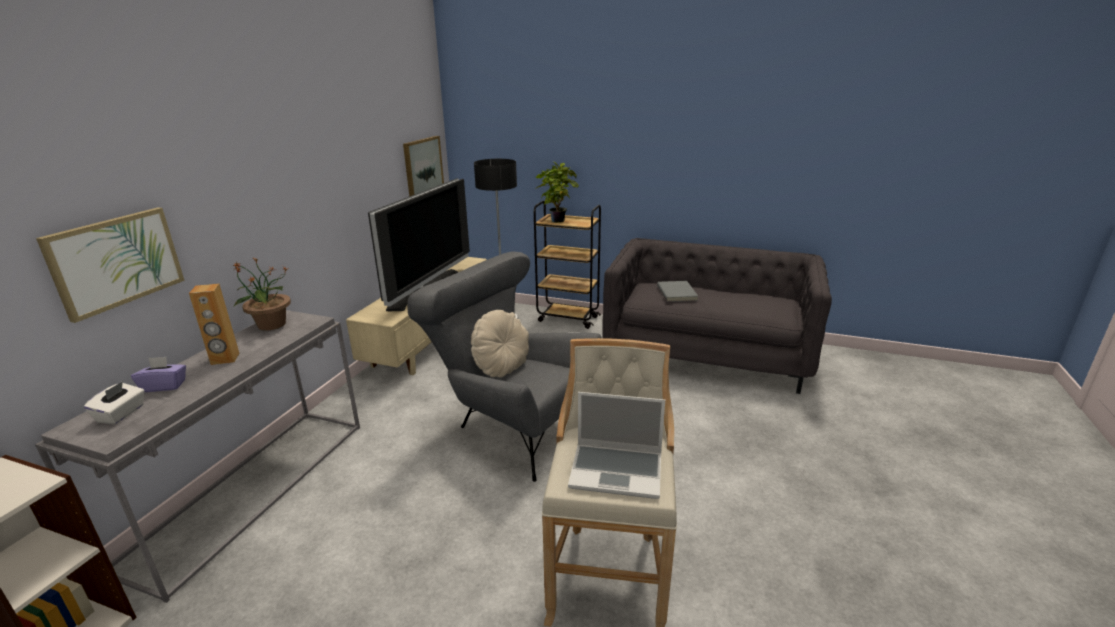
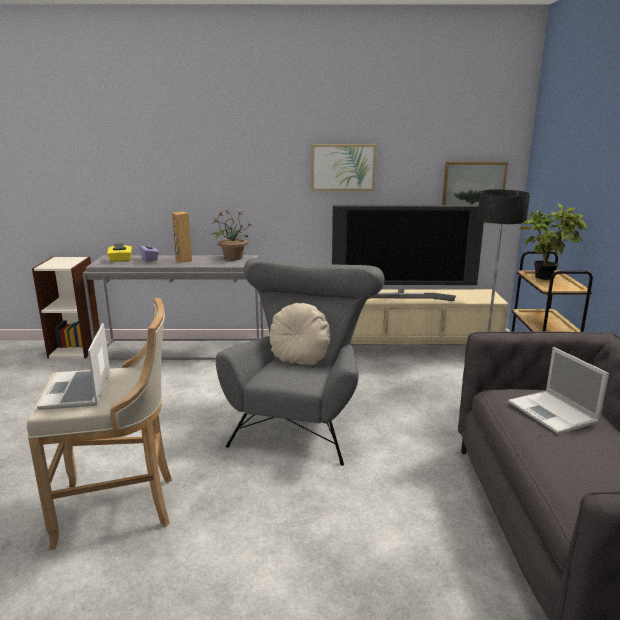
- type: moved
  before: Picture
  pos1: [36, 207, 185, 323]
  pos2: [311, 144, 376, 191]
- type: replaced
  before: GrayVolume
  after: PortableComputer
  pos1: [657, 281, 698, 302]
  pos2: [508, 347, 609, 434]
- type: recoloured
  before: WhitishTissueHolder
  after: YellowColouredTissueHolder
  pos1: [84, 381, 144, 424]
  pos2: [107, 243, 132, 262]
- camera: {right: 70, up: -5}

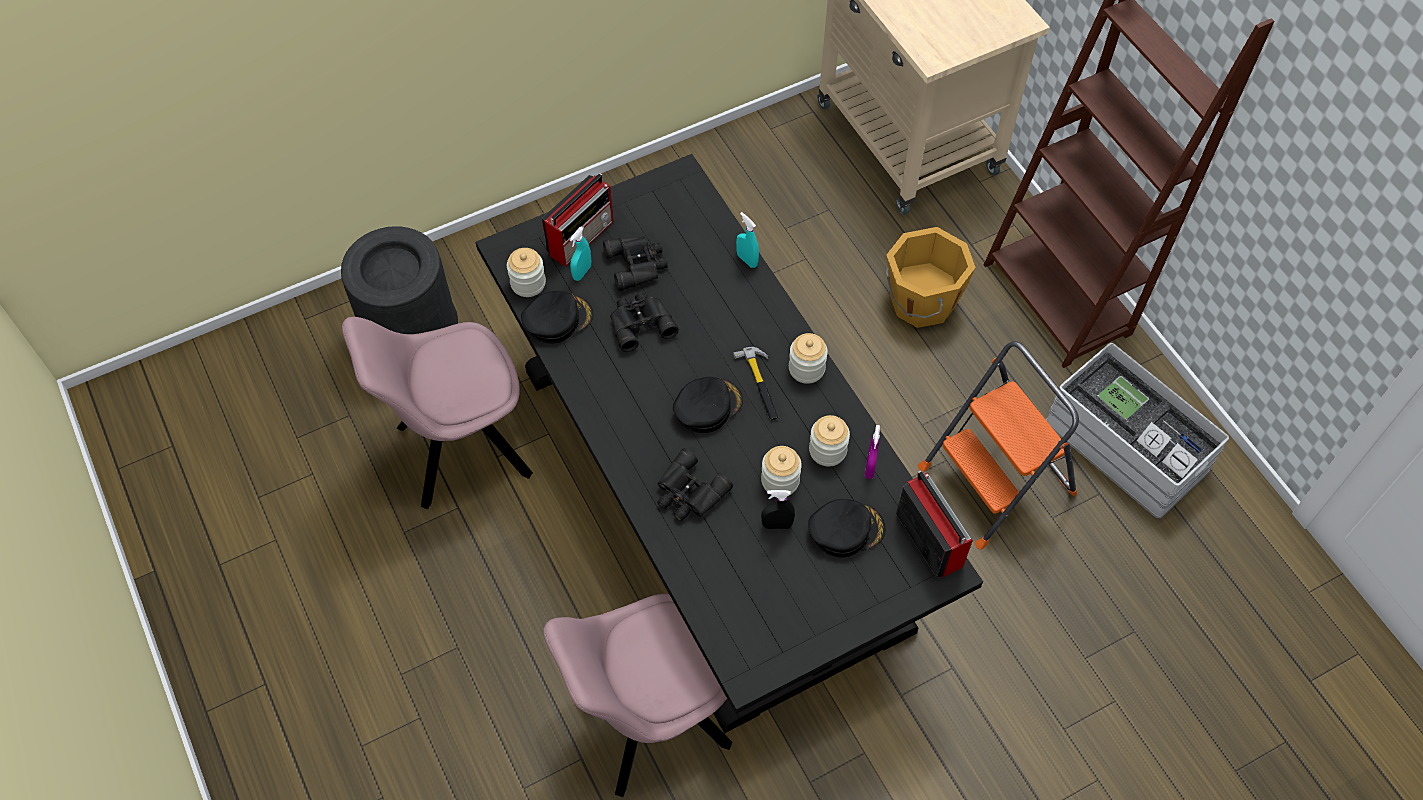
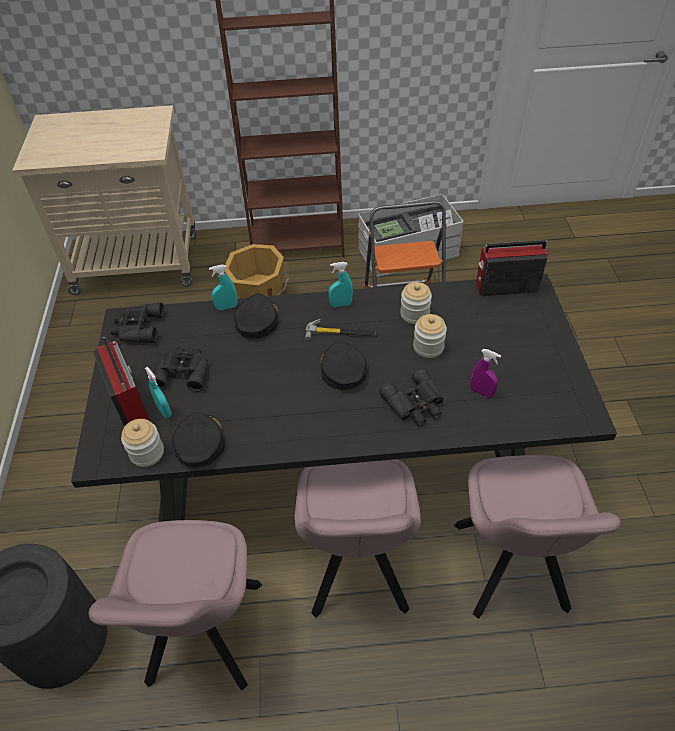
- type: removed
  before: BlackHandSprayer
  pos1: [761, 490, 795, 529]
- type: added
  after: PinkPlainChair
  pos2: [295, 459, 421, 618]
- type: moved
  before: BlackBinoculars
  pos1: [610, 292, 679, 352]
  pos2: [110, 302, 164, 343]
- type: moved
  before: BlackPeakedCap
  pos1: [808, 499, 886, 557]
  pos2: [234, 293, 279, 339]
- type: moved
  before: PurplishHandSprayer
  pos1: [865, 425, 880, 479]
  pos2: [470, 349, 501, 398]
- type: replaced
  before: PreserveJar
  after: TurquoiseColouredHandSprayer
  pos1: [789, 333, 828, 384]
  pos2: [328, 262, 353, 307]
- camera: {right: -65, up: -10}

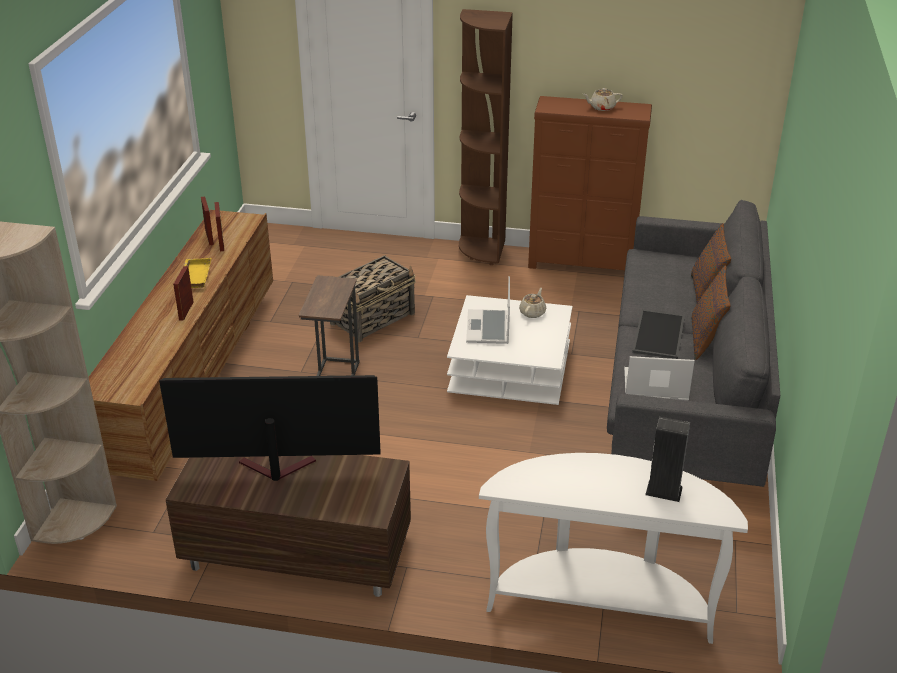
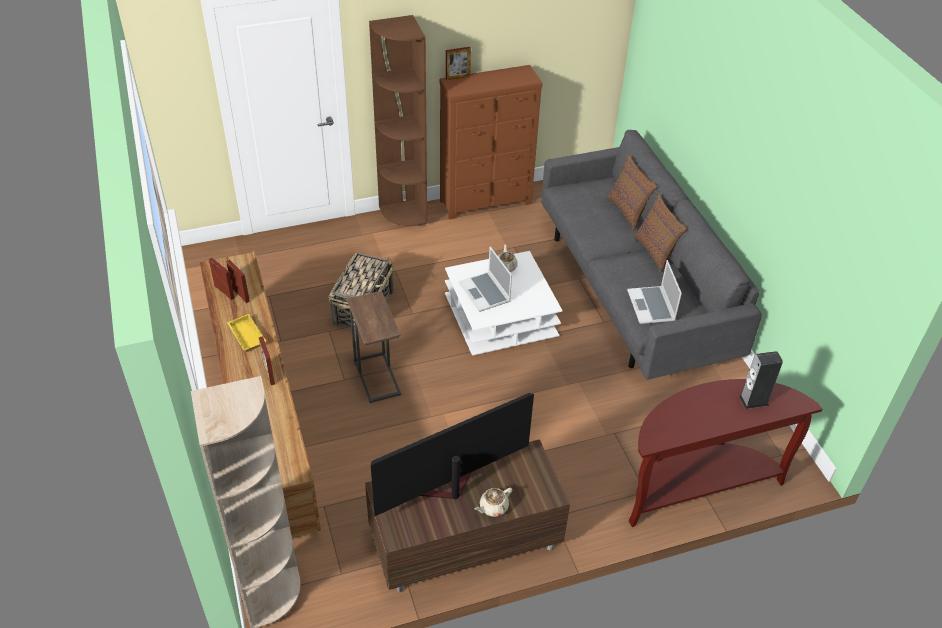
- type: removed
  before: Tray
  pos1: [632, 309, 685, 359]
- type: added
  after: PhotoFrame
  pos2: [446, 47, 471, 80]
- type: moved
  before: BeigeTeapot
  pos1: [583, 88, 623, 111]
  pos2: [475, 487, 512, 517]
- type: recoloured
  before: WhitishNarrowTable
  after: BrownNarrowTable
  pos1: [479, 453, 748, 644]
  pos2: [629, 379, 822, 527]
- type: turned
  before: PortableComputer
  pos1: [624, 356, 695, 401]
  pos2: [627, 260, 682, 324]
  turn: -75
- camera: {right: -30, up: 10}

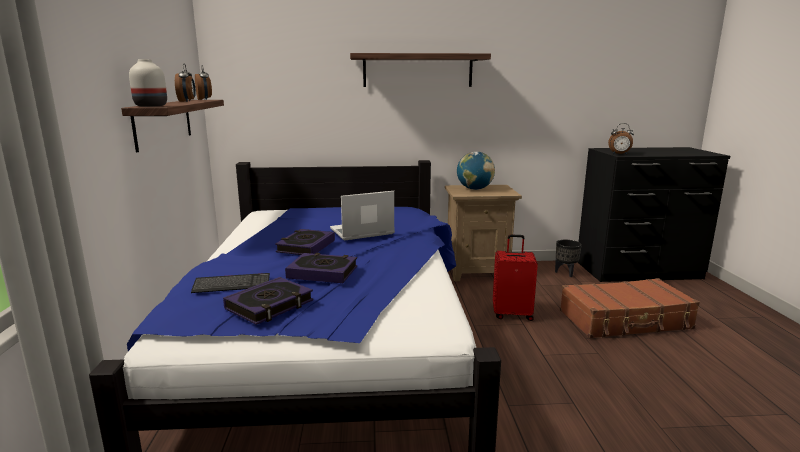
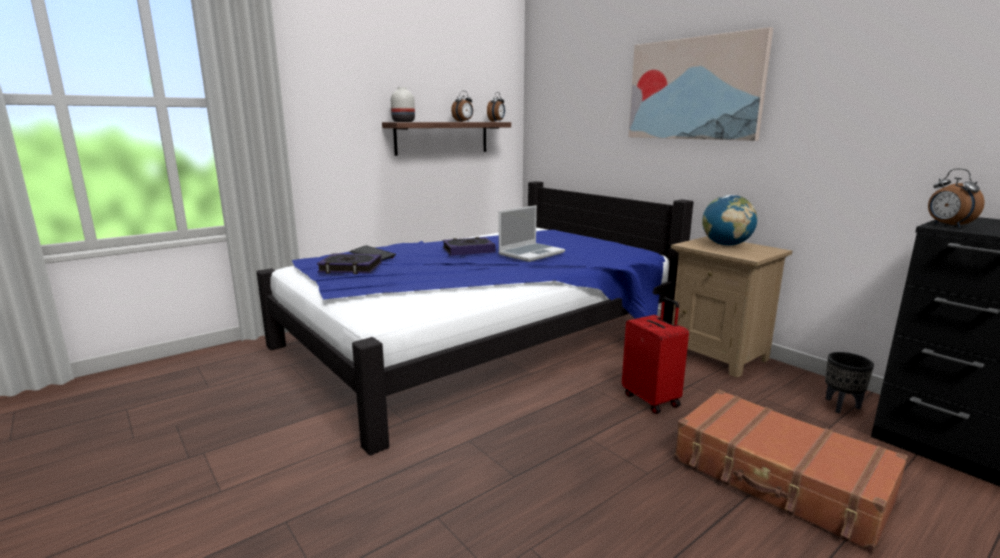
- type: removed
  before: Volume
  pos1: [285, 253, 357, 283]
- type: replaced
  before: BracketShelf
  after: Picture
  pos1: [350, 53, 491, 87]
  pos2: [628, 27, 773, 141]
- type: turned
  before: PortableComputer
  pos1: [330, 191, 395, 241]
  pos2: [498, 205, 565, 262]
  turn: 105
- camera: {right: 55, up: 0}

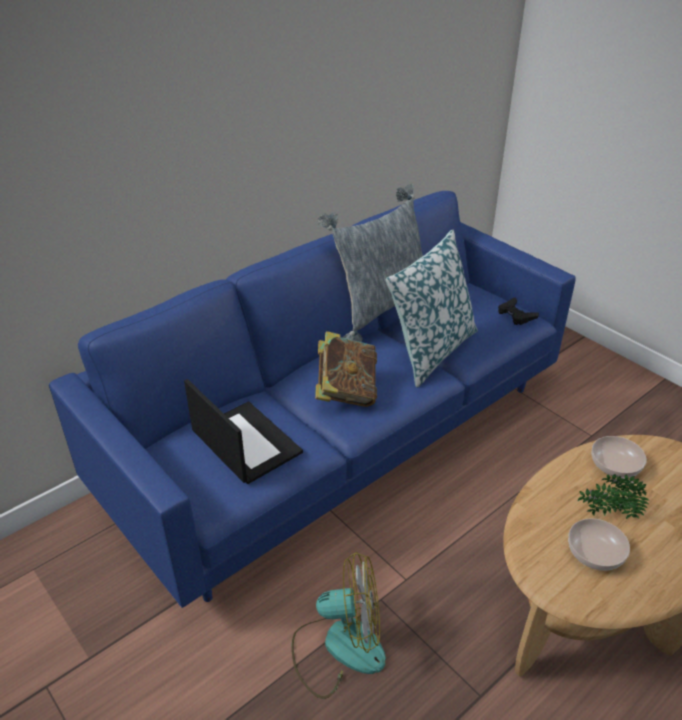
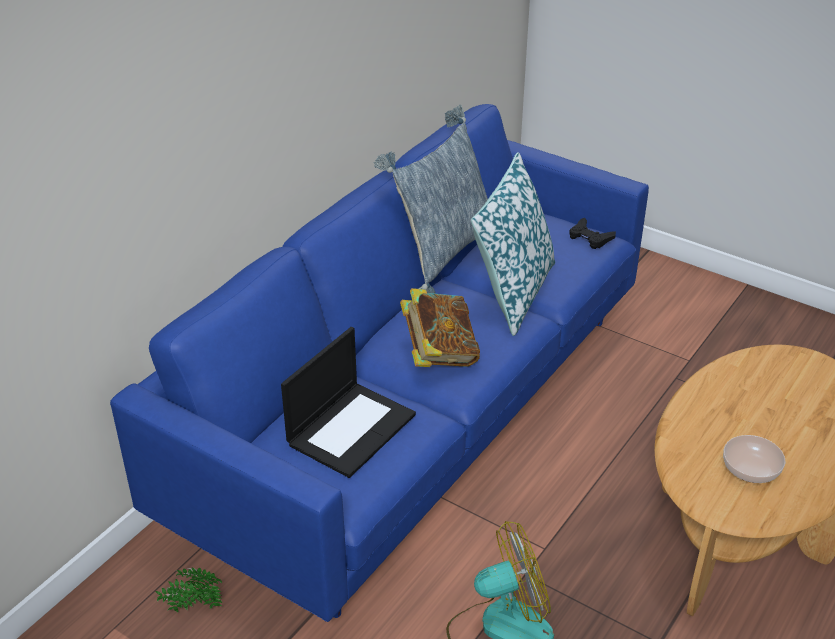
- type: removed
  before: Bowl
  pos1: [591, 436, 646, 478]
- type: moved
  before: PottedPlant
  pos1: [577, 474, 649, 519]
  pos2: [155, 568, 222, 612]
- type: turned
  before: PortableComputer
  pos1: [184, 379, 303, 484]
  pos2: [281, 327, 416, 478]
  turn: 90
- camera: {right: -15, up: 0}

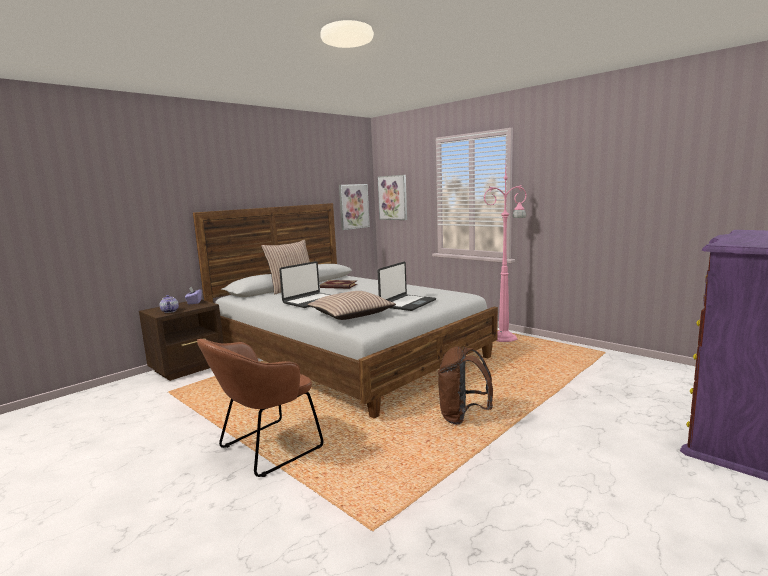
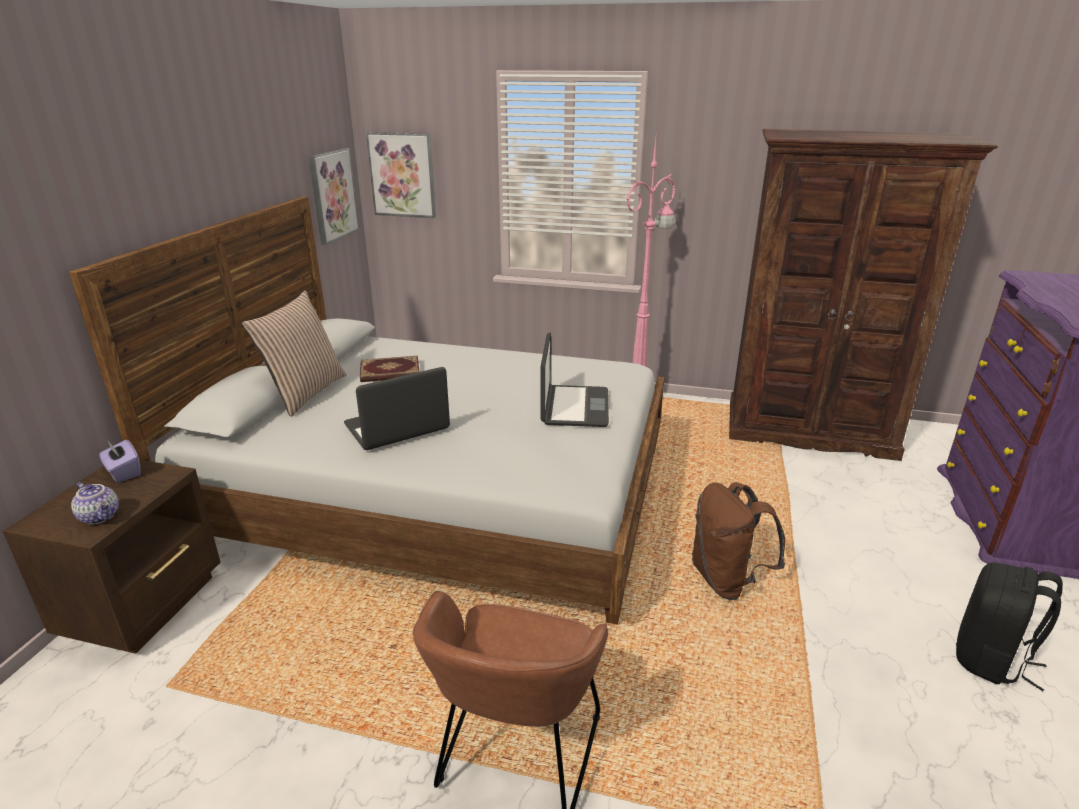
- type: removed
  before: Cushion
  pos1: [308, 291, 396, 320]
- type: added
  after: BrownWardrobe
  pos2: [729, 129, 998, 461]
- type: added
  after: BlackBackpack
  pos2: [956, 563, 1063, 691]
- type: turned
  before: PortableComputer
  pos1: [279, 261, 329, 308]
  pos2: [344, 367, 450, 450]
  turn: -135
- camera: {right: -30, up: 15}

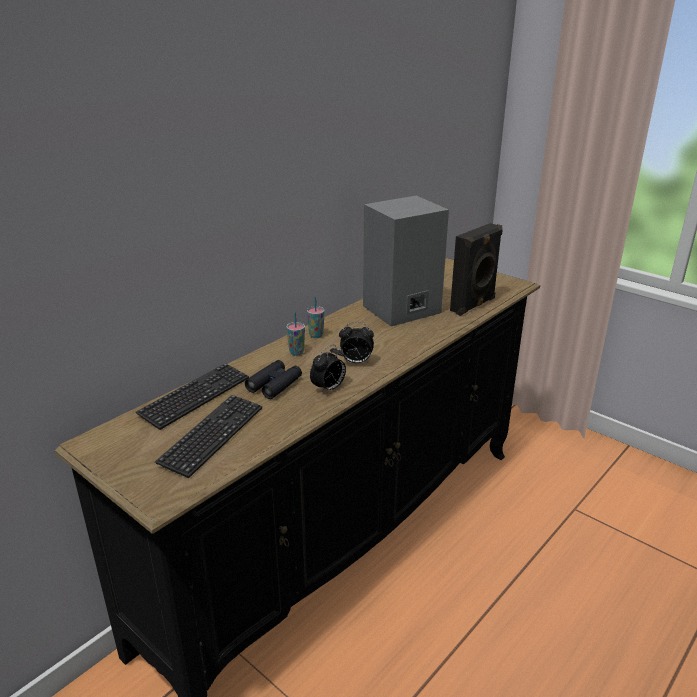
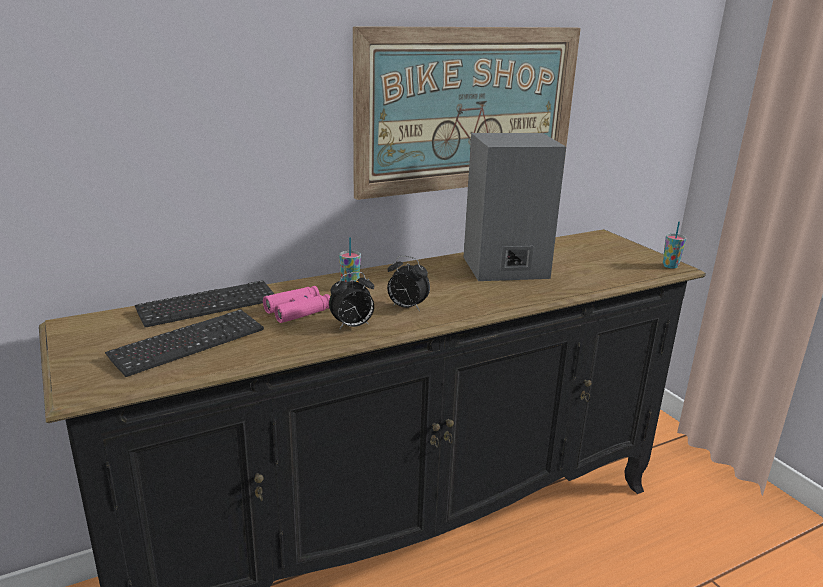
- type: removed
  before: BlackLoudspeaker
  pos1: [450, 223, 503, 316]
- type: added
  after: Picture
  pos2: [353, 26, 581, 200]
- type: moved
  before: SmallCup
  pos1: [307, 297, 325, 338]
  pos2: [663, 221, 686, 269]
- type: recoloured
  before: BlackBinoculars
  after: PinkBinoculars
  pos1: [245, 360, 302, 399]
  pos2: [263, 286, 330, 323]
- camera: {right: 20, up: -5}

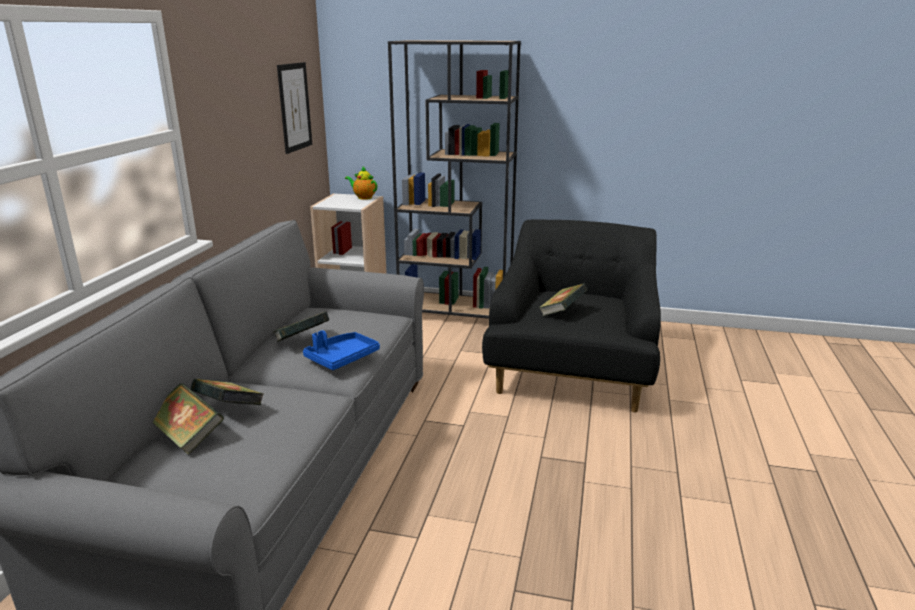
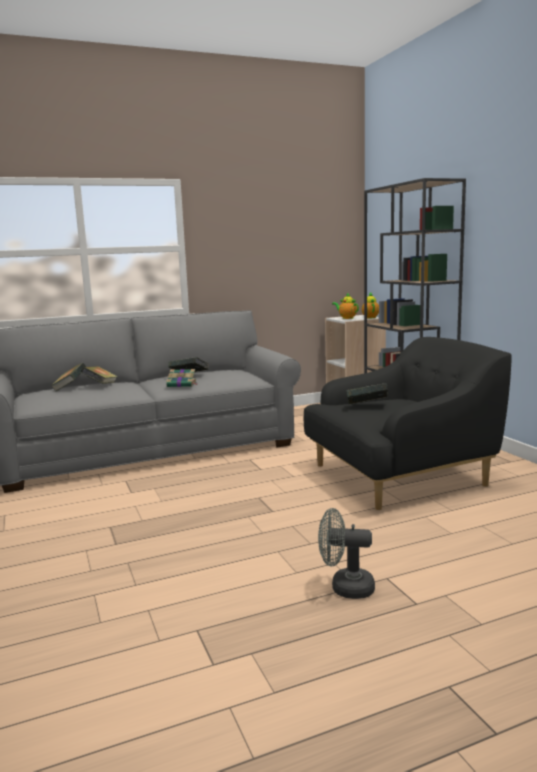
- type: removed
  before: Picture
  pos1: [277, 62, 312, 154]
- type: added
  after: GrayFan
  pos2: [318, 508, 375, 599]
- type: added
  after: Teapot
  pos2: [332, 293, 359, 319]
- type: replaced
  before: BlueTray
  after: Volume
  pos1: [303, 330, 380, 370]
  pos2: [166, 369, 198, 387]
- camera: {right: 55, up: -10}

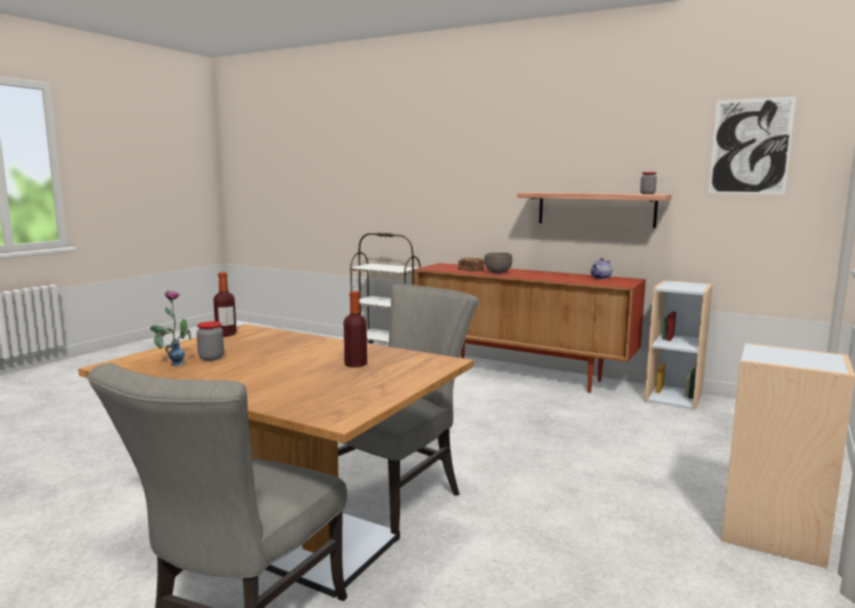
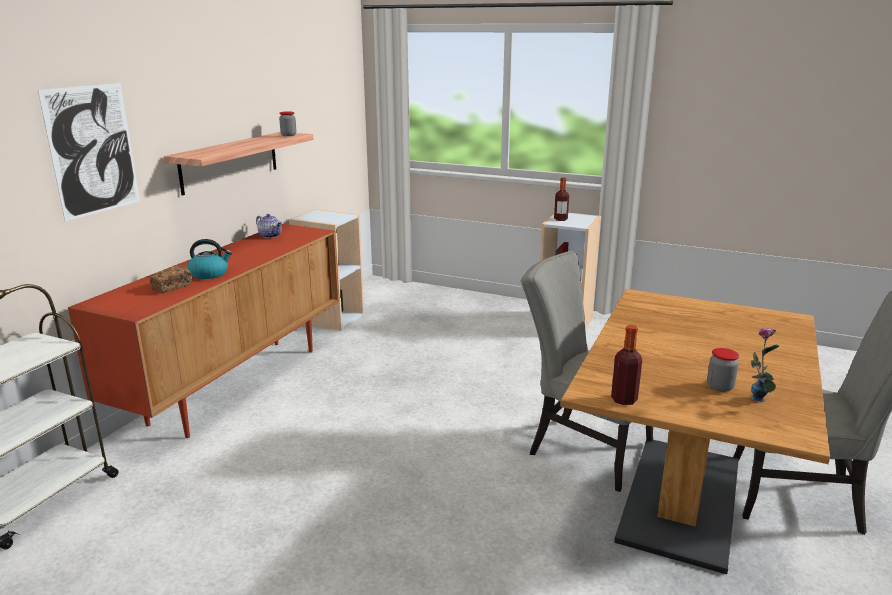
- type: moved
  before: BeverageBottle
  pos1: [344, 291, 367, 367]
  pos2: [554, 177, 569, 221]
- type: moved
  before: Picture
  pos1: [709, 97, 796, 194]
  pos2: [38, 83, 140, 221]
- type: replaced
  before: BrownBowl
  after: WaterKettle
  pos1: [484, 252, 512, 273]
  pos2: [188, 239, 232, 279]
- camera: {right: -95, up: 10}

